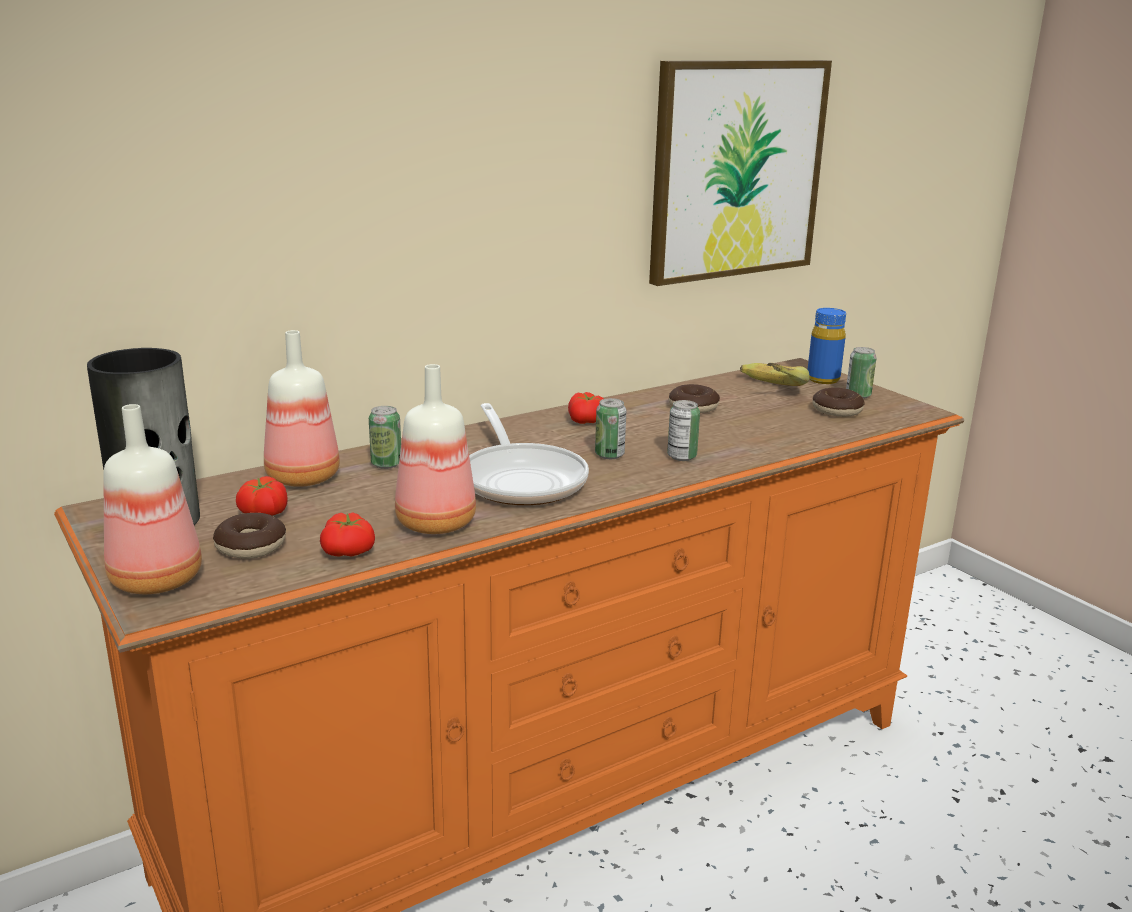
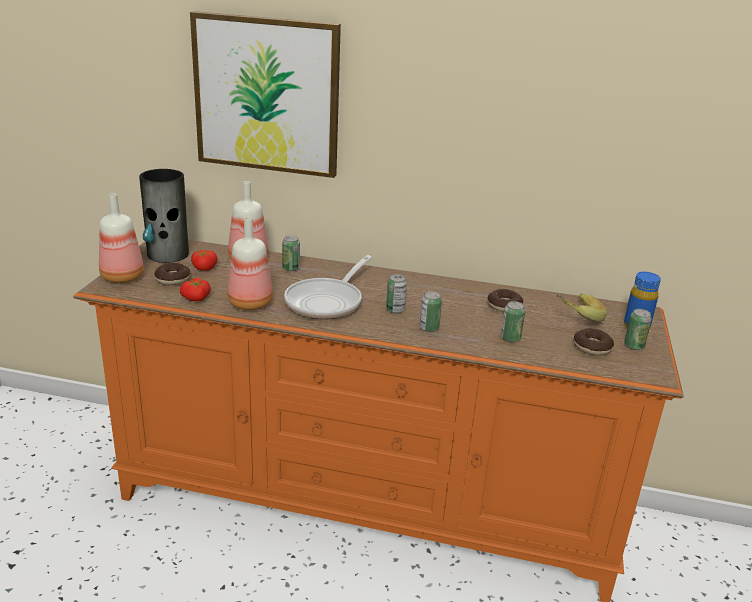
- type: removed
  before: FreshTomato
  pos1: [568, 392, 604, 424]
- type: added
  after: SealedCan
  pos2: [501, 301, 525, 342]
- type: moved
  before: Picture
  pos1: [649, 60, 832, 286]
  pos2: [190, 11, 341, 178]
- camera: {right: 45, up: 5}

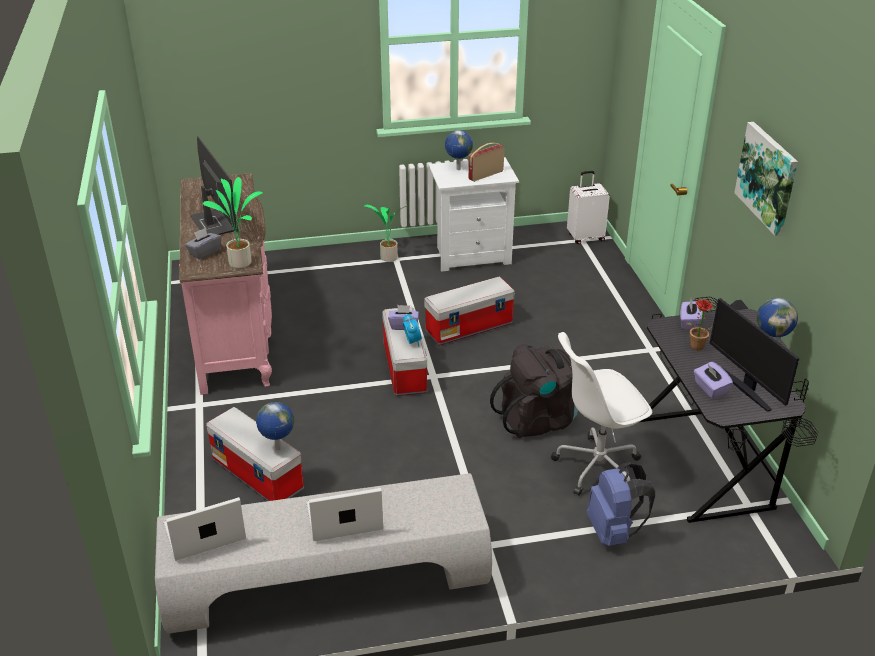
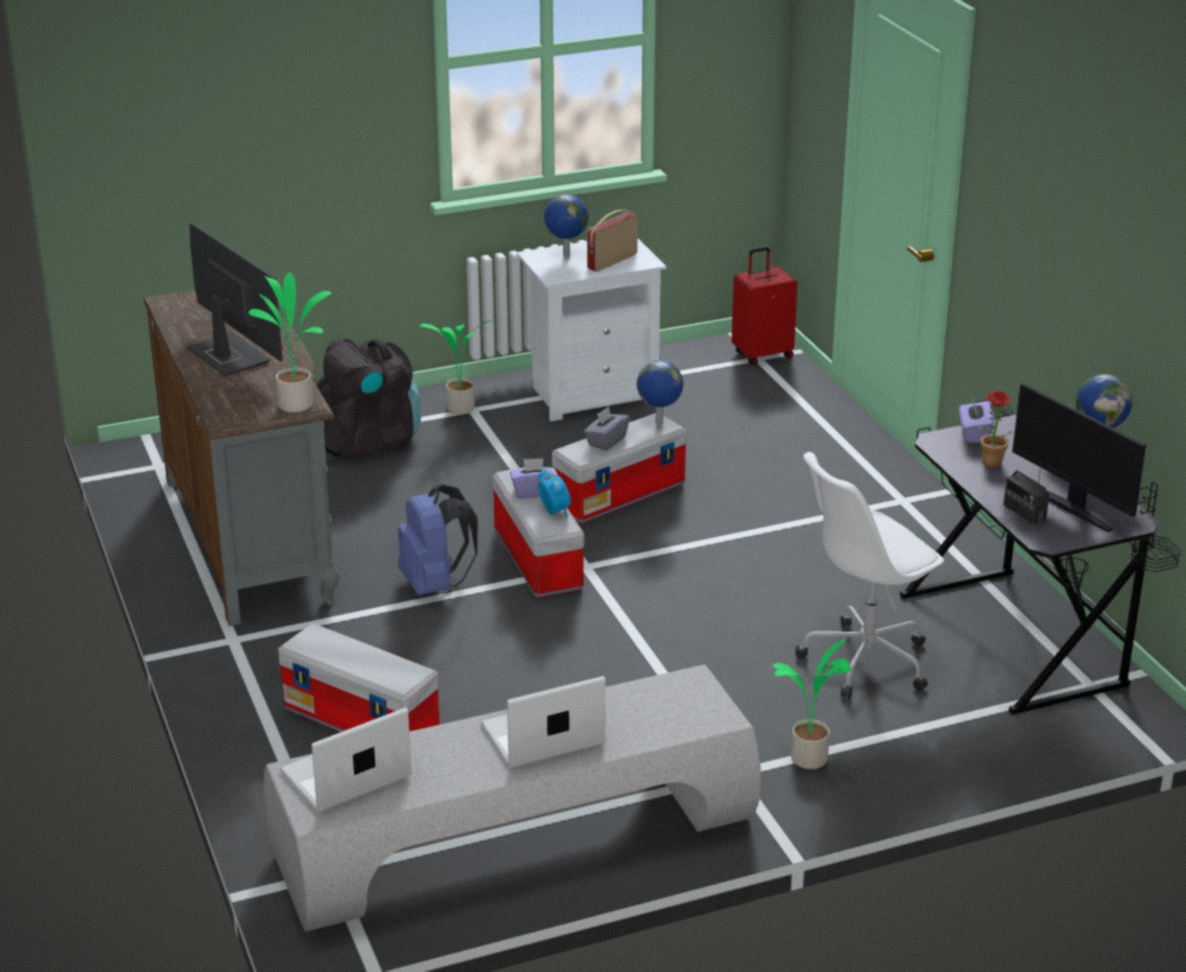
- type: removed
  before: Picture
  pos1: [734, 122, 798, 236]
- type: added
  after: PottedPlant
  pos2: [773, 639, 851, 769]
- type: moved
  before: GrayTissueHolder
  pos1: [185, 228, 221, 260]
  pos2: [584, 406, 629, 451]
- type: moved
  before: Globe
  pos1: [256, 402, 294, 450]
  pos2: [637, 360, 684, 425]
- type: moved
  before: BlackBackpack
  pos1: [490, 344, 578, 438]
  pos2: [316, 339, 421, 461]
- type: moved
  before: BlueBackpack
  pos1: [586, 462, 655, 546]
  pos2: [398, 484, 478, 595]
- type: replaced
  before: PurplishTissueHolder
  after: Radio
  pos1: [694, 362, 733, 399]
  pos2: [1003, 464, 1049, 525]
- type: recoloured
  before: PinkDrawerChest
  after: GrayDrawerChest
  pos1: [179, 173, 272, 395]
  pos2: [144, 290, 339, 626]
- type: recoloured
  before: WhitishTravelCase
  after: ReddishTravelCase
  pos1: [567, 171, 610, 244]
  pos2: [732, 247, 798, 365]
- camera: {right: -10, up: -5}

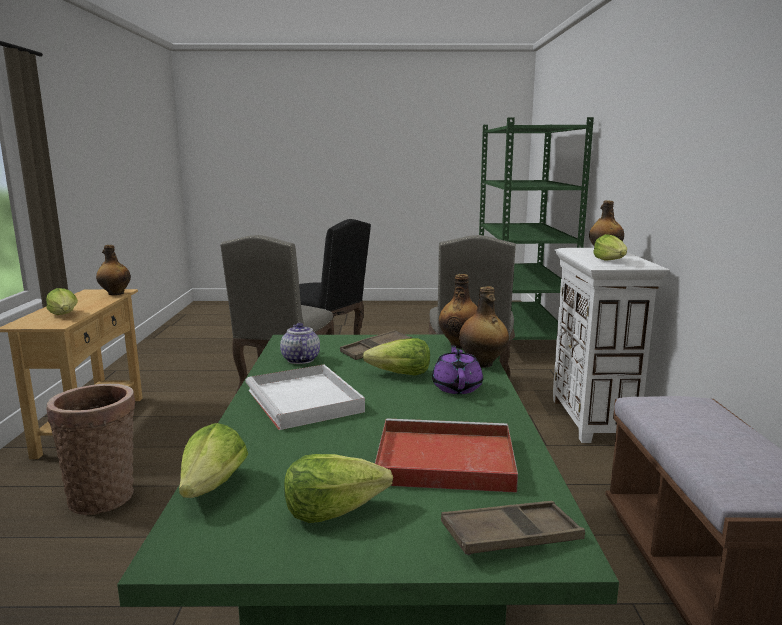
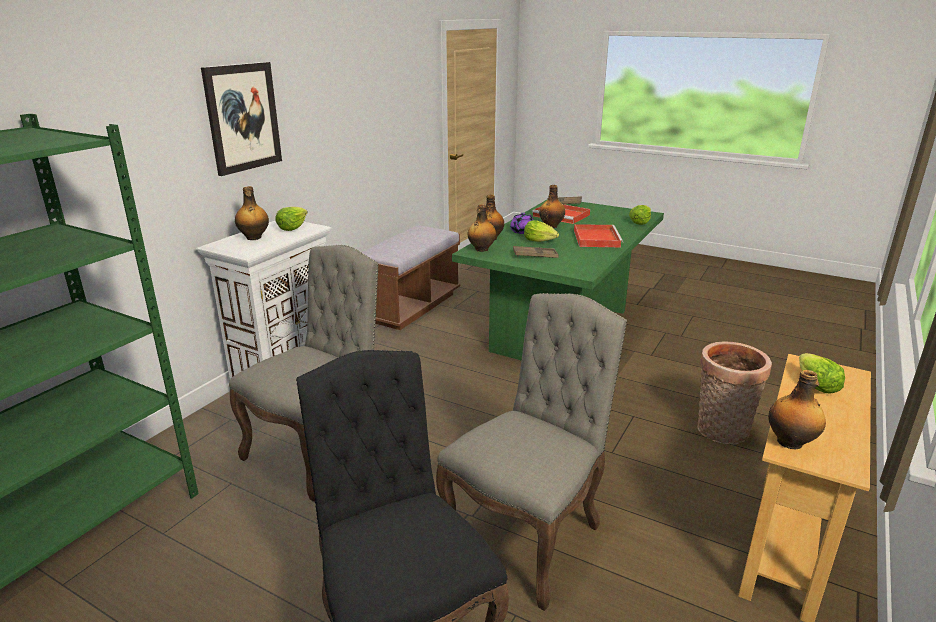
- type: removed
  before: Teapot
  pos1: [280, 323, 320, 364]
- type: removed
  before: HeadOfLettuce
  pos1: [284, 454, 393, 523]
- type: added
  after: Picture
  pos2: [201, 62, 282, 176]
- type: added
  after: BeverageBottle
  pos2: [539, 185, 565, 228]
- type: recoloured
  before: WhitishTray
  after: ReddishTray
  pos1: [245, 365, 365, 430]
  pos2: [574, 224, 623, 247]
- camera: {right: -150, up: 10}

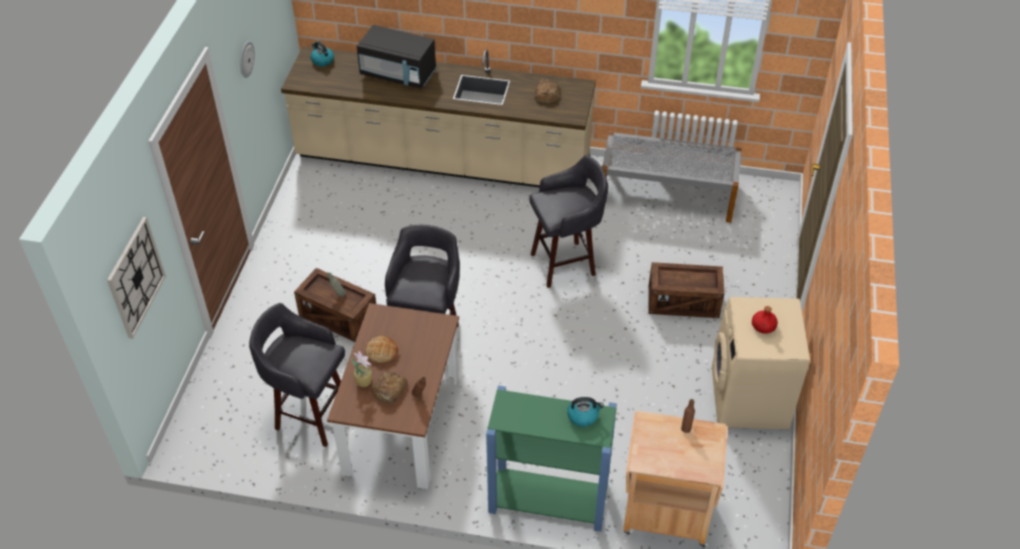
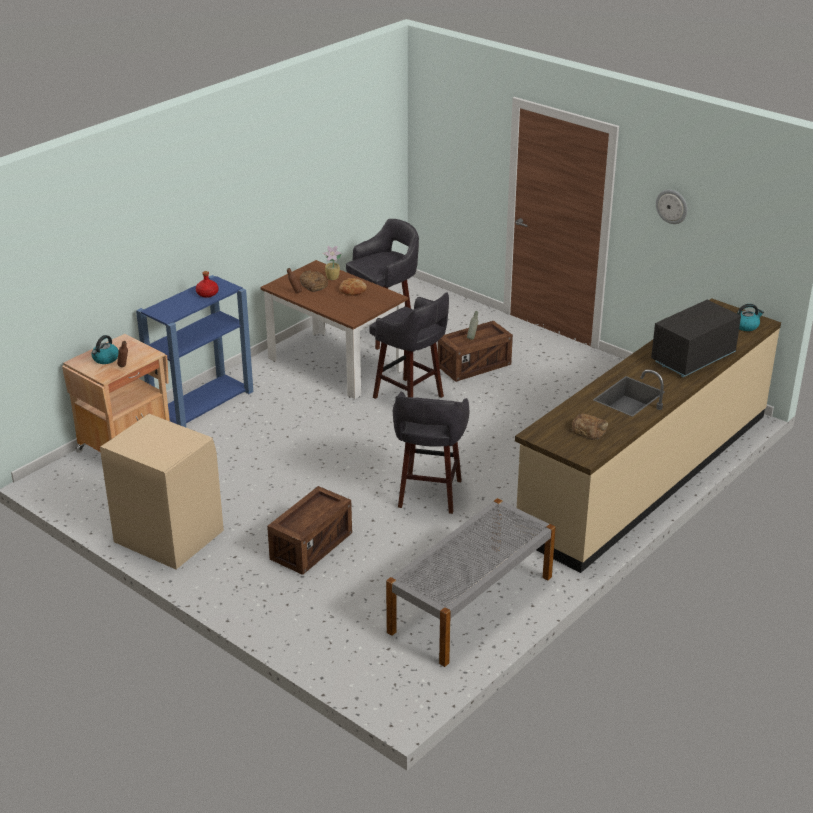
- type: removed
  before: WallClock
  pos1: [107, 217, 166, 339]
- type: moved
  before: WaterKettle
  pos1: [567, 397, 604, 427]
  pos2: [91, 335, 119, 364]
- type: moved
  before: ReddishBeverageBottle
  pos1: [752, 306, 778, 334]
  pos2: [196, 271, 219, 298]
- type: recoloured
  before: GreenColouredBookcase
  after: BlueBookcase
  pos1: [486, 385, 617, 532]
  pos2: [136, 275, 253, 427]
- camera: {right: 120, up: -15}

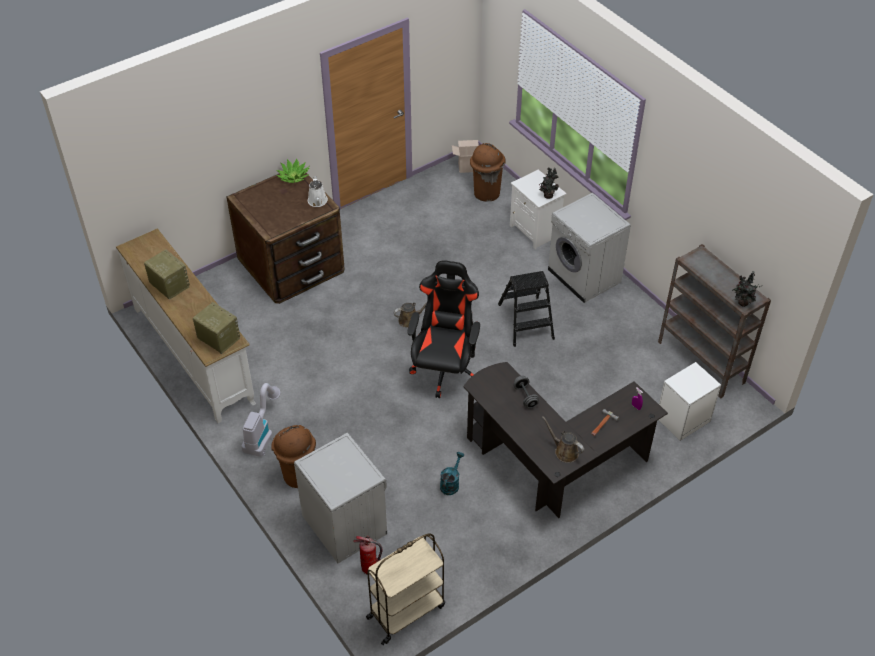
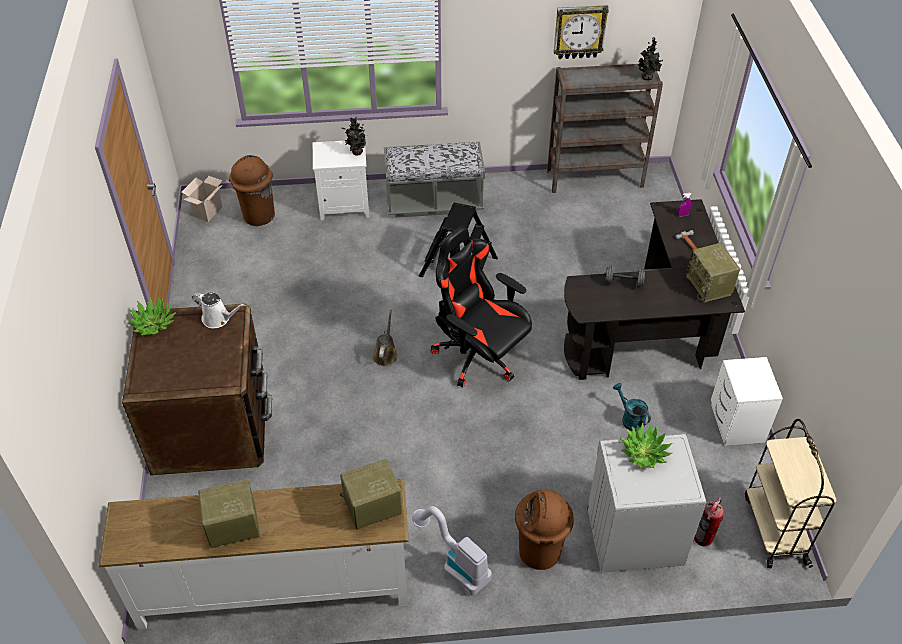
- type: added
  after: WallClock
  pos2: [554, 5, 609, 59]
- type: added
  after: PottedPlant
  pos2: [621, 422, 672, 468]
- type: moved
  before: WhitishBedsideTable
  pos1: [659, 362, 721, 441]
  pos2: [711, 357, 783, 446]
- type: replaced
  before: BrownWateringCan
  after: Radio
  pos1: [542, 416, 584, 463]
  pos2: [686, 243, 740, 302]
- type: replaced
  before: WhitishLaundryAppliance
  after: GrayIndoorBench
  pos1: [548, 193, 631, 303]
  pos2: [384, 142, 485, 218]
- camera: {right: -60, up: 0}

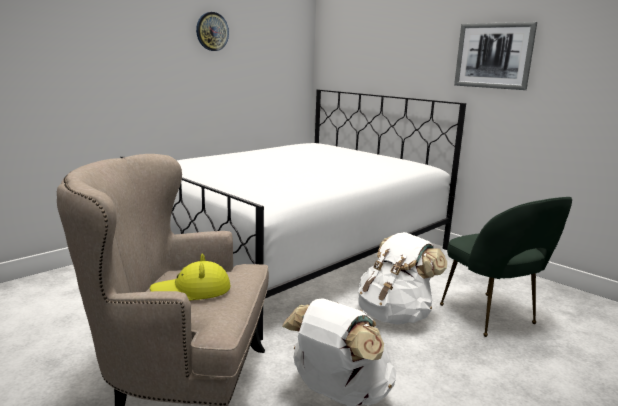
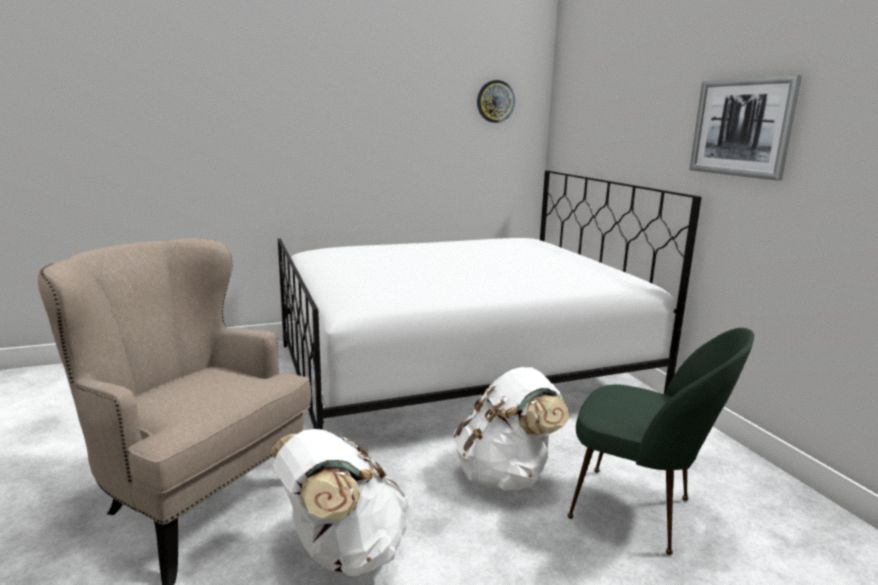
- type: removed
  before: YellowColouredHat
  pos1: [150, 253, 231, 301]
- type: moved
  before: WallClock
  pos1: [196, 12, 229, 51]
  pos2: [477, 80, 515, 123]
- type: turned
  before: GreenColouredPlainChair
  pos1: [440, 197, 572, 337]
  pos2: [568, 328, 754, 555]
  turn: -60
- camera: {right: 25, up: 0}

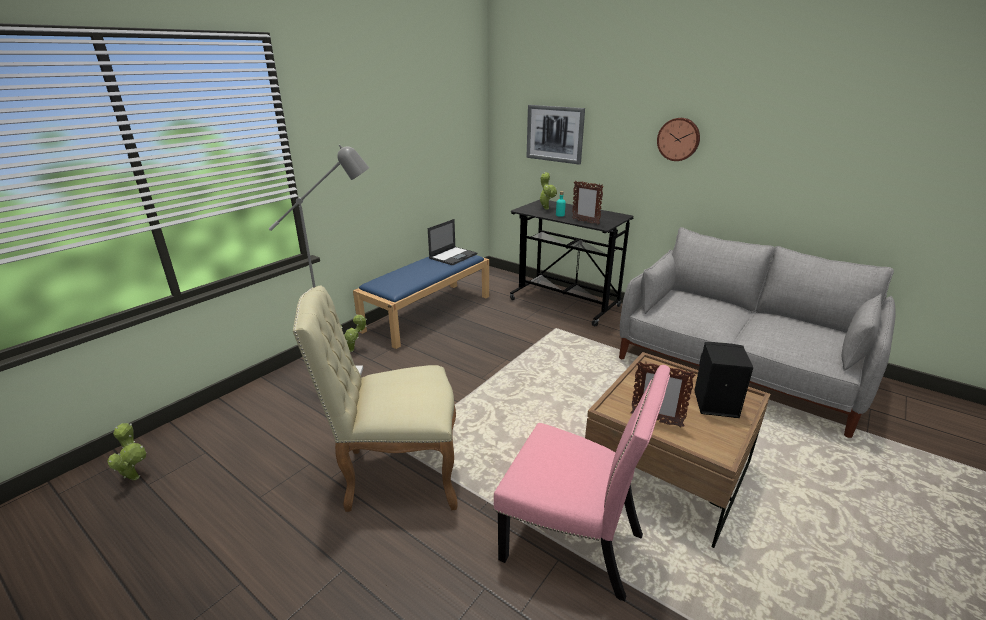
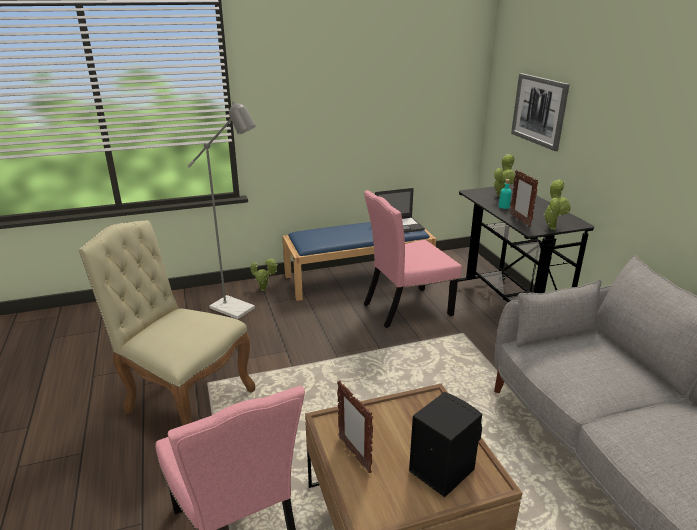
- type: removed
  before: WallClock
  pos1: [657, 118, 700, 161]
- type: added
  after: PinkPlainChair
  pos2: [364, 190, 462, 328]
- type: moved
  before: PottedPlant
  pos1: [108, 423, 146, 480]
  pos2: [543, 180, 571, 230]
- camera: {right: 35, up: 0}

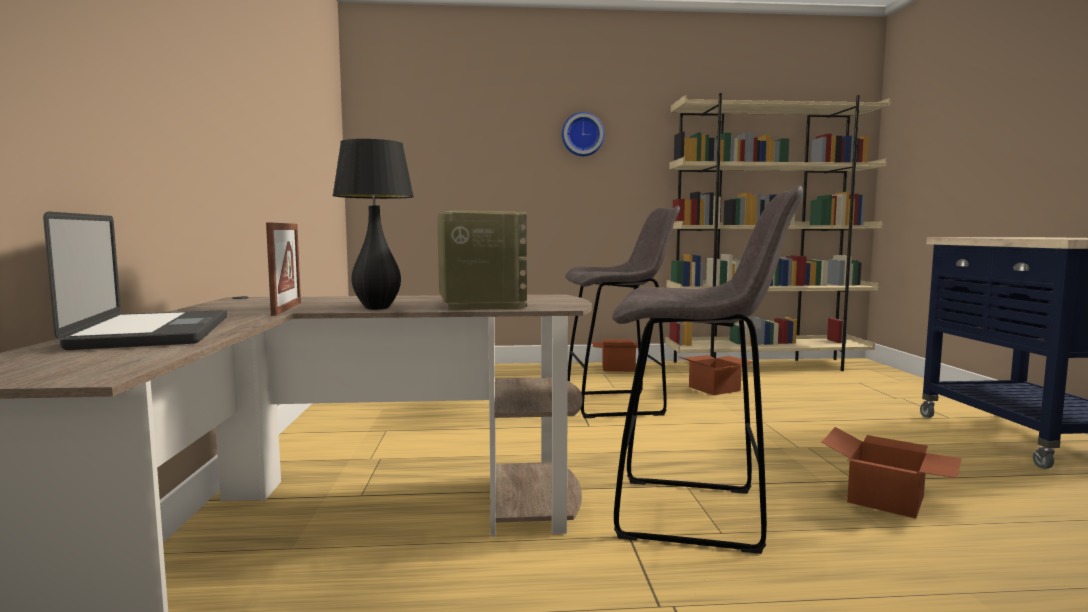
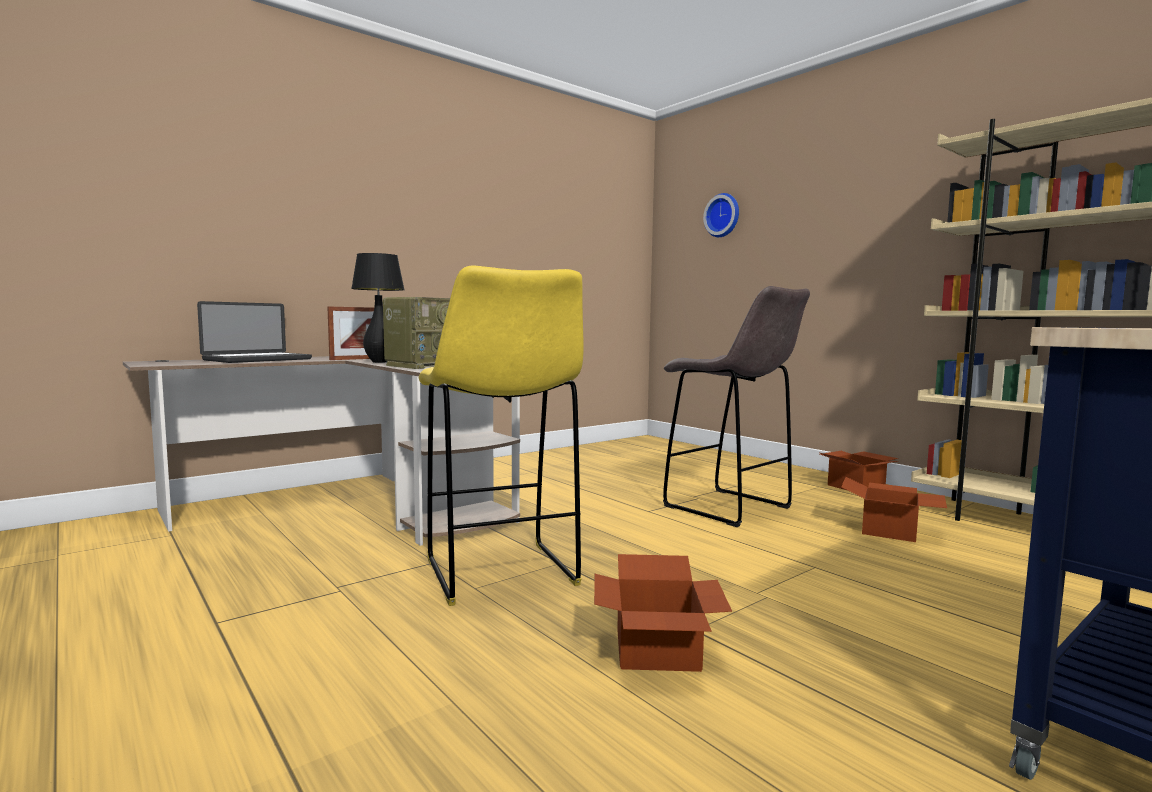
- type: moved
  before: WallClock
  pos1: [562, 112, 605, 156]
  pos2: [703, 193, 739, 237]
- type: recoloured
  before: GrayStool
  after: YellowColouredStool
  pos1: [612, 185, 803, 554]
  pos2: [419, 265, 584, 606]
- camera: {right: 55, up: 0}

